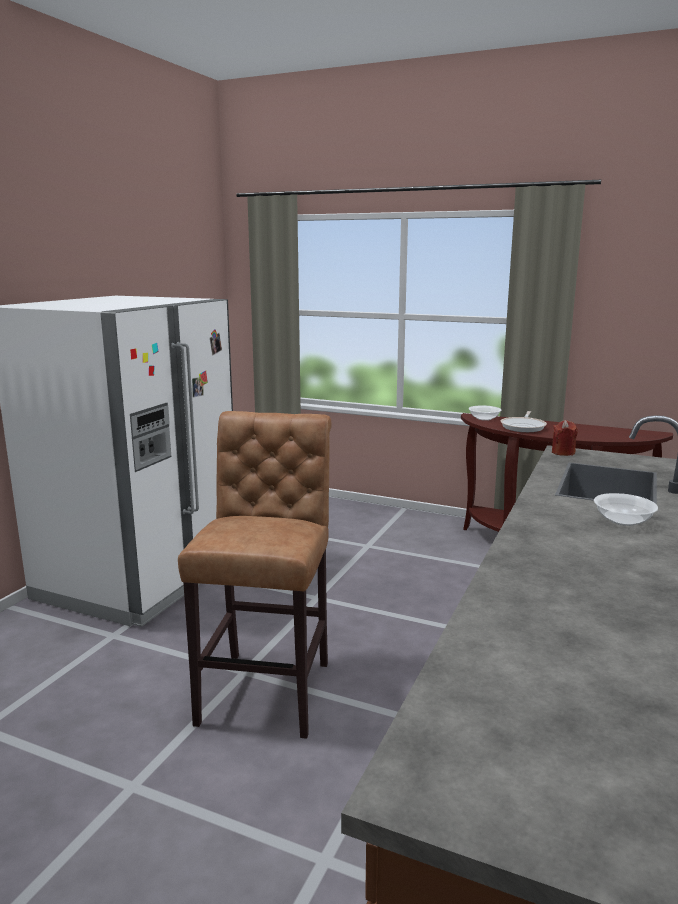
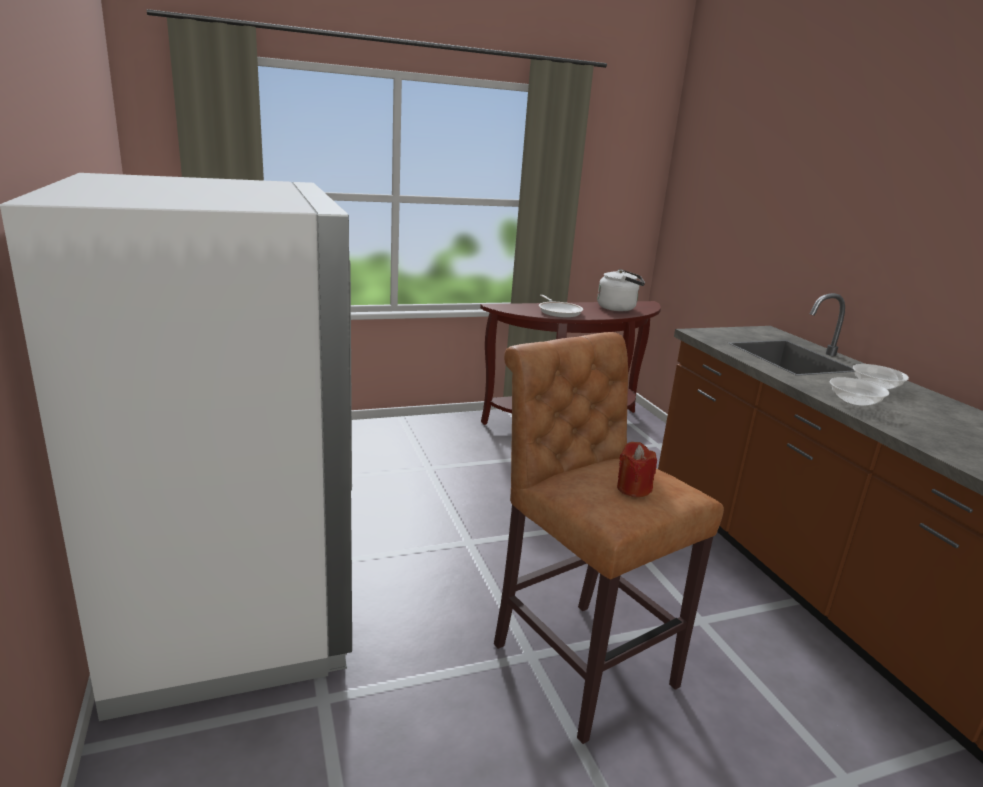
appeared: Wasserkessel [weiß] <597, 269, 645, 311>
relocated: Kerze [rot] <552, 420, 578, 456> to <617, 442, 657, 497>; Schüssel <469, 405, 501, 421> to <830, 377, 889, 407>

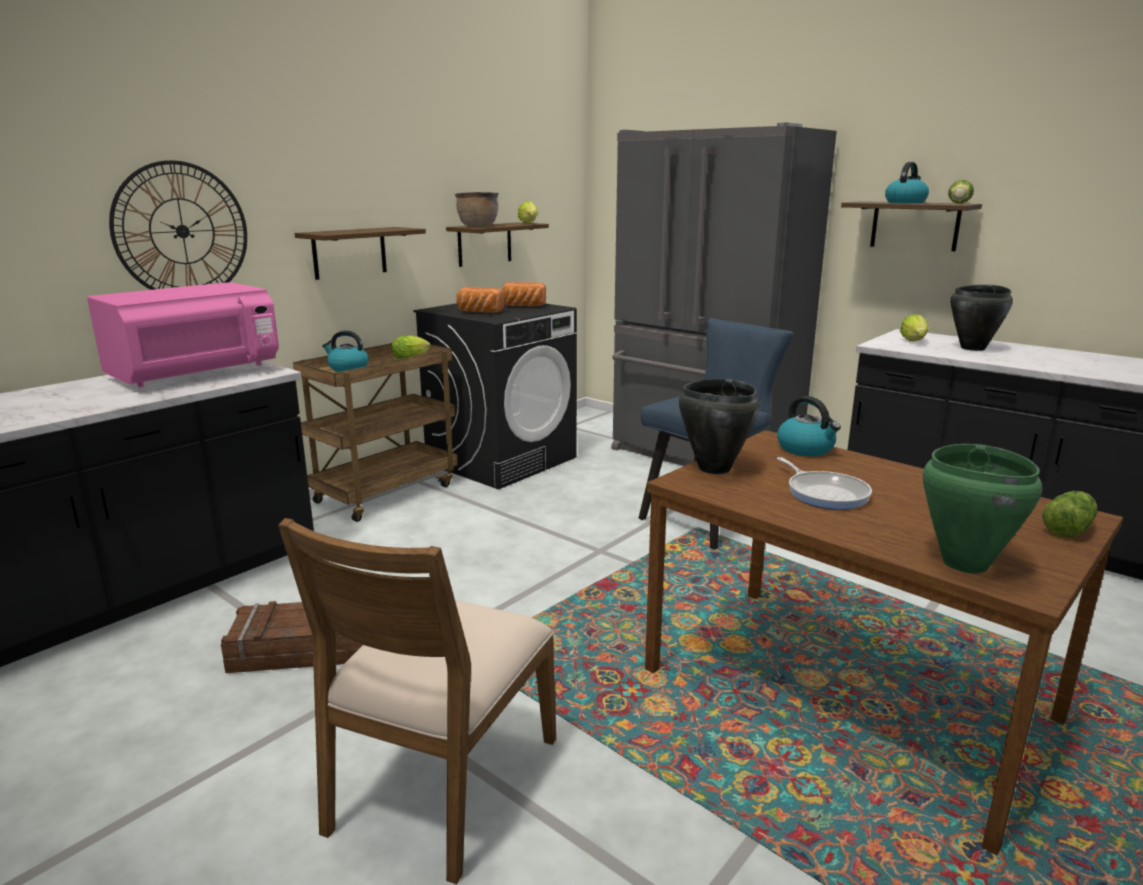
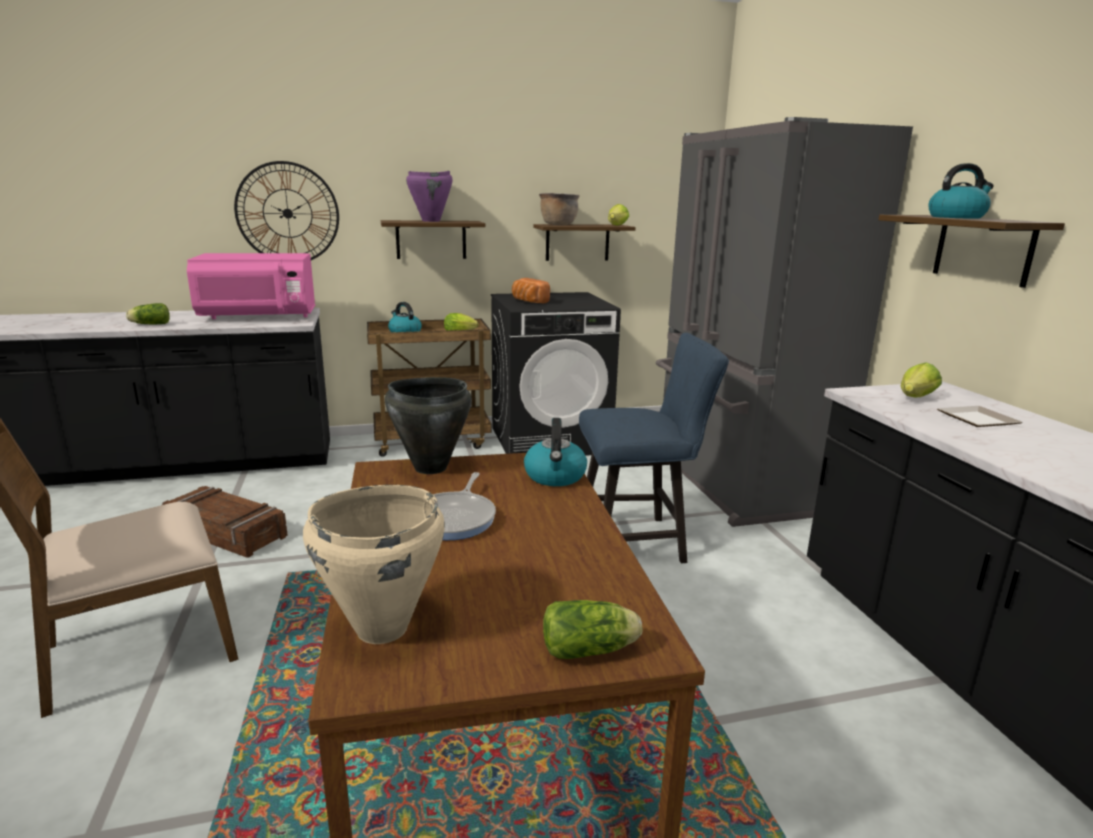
missing: Brot <502, 282, 546, 306>
appeared: Kochtopf [lila] <406, 171, 453, 222>
relocated: Salatkopf <948, 180, 974, 204> to <126, 303, 170, 325>
exchanged: Kochtopf [schwarz] <951, 285, 1013, 351> to Teller <937, 406, 1022, 427>
colour: Kochtopf [grün] <923, 444, 1042, 573> to Kochtopf [beige] <303, 485, 445, 644>

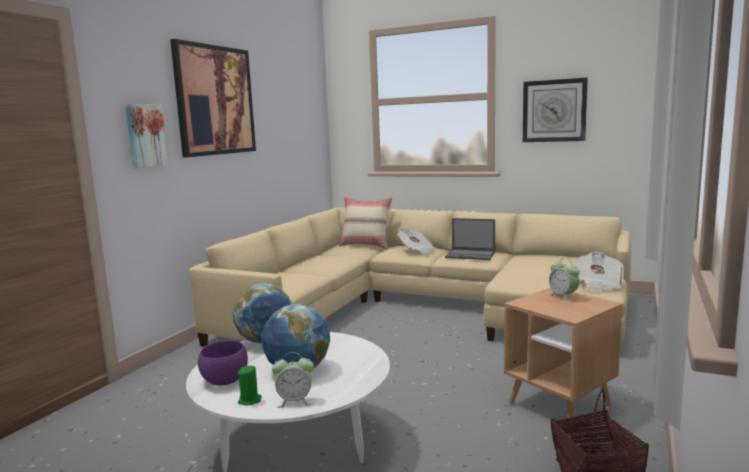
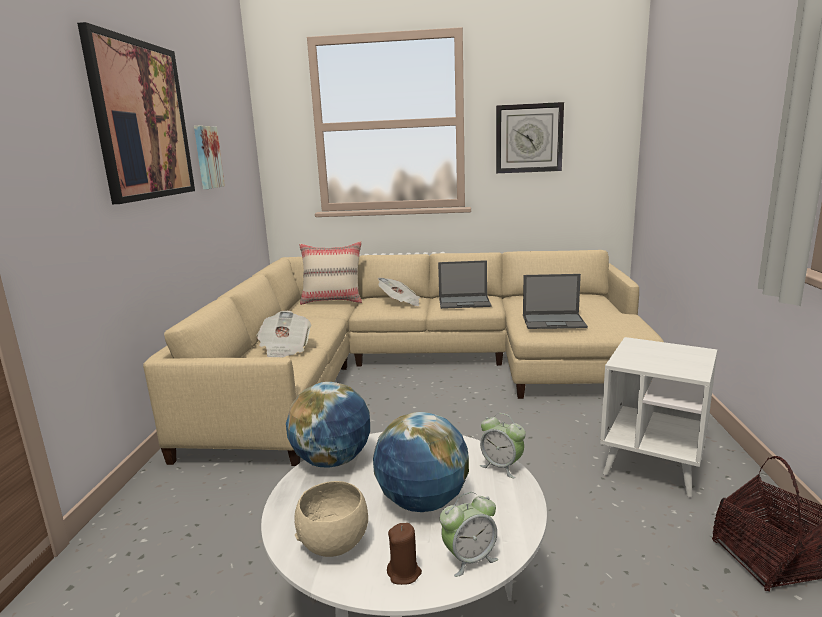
appeared: Laptop <523, 274, 588, 329>
relocated: Bild <125, 104, 168, 168> to <194, 126, 225, 189>; Zeitung <576, 252, 624, 292> to <257, 311, 311, 357>; Wecker <549, 258, 580, 302> to <480, 413, 526, 478>
colour: Schüssel [lila] <198, 341, 248, 386> to Schüssel [beige] <295, 481, 368, 557>; Kerze [grün] <237, 366, 262, 405> to Kerze [braun] <387, 523, 422, 585>; Beistelltisch [braun] <504, 287, 622, 424> to Beistelltisch [weiß] <600, 337, 717, 498>

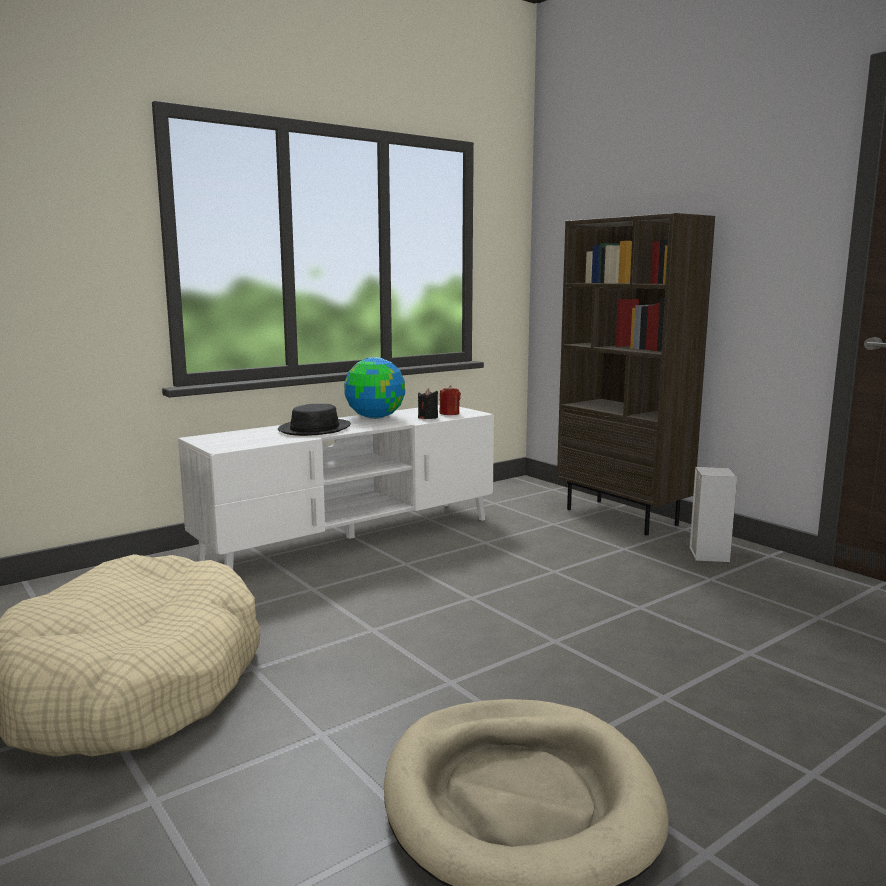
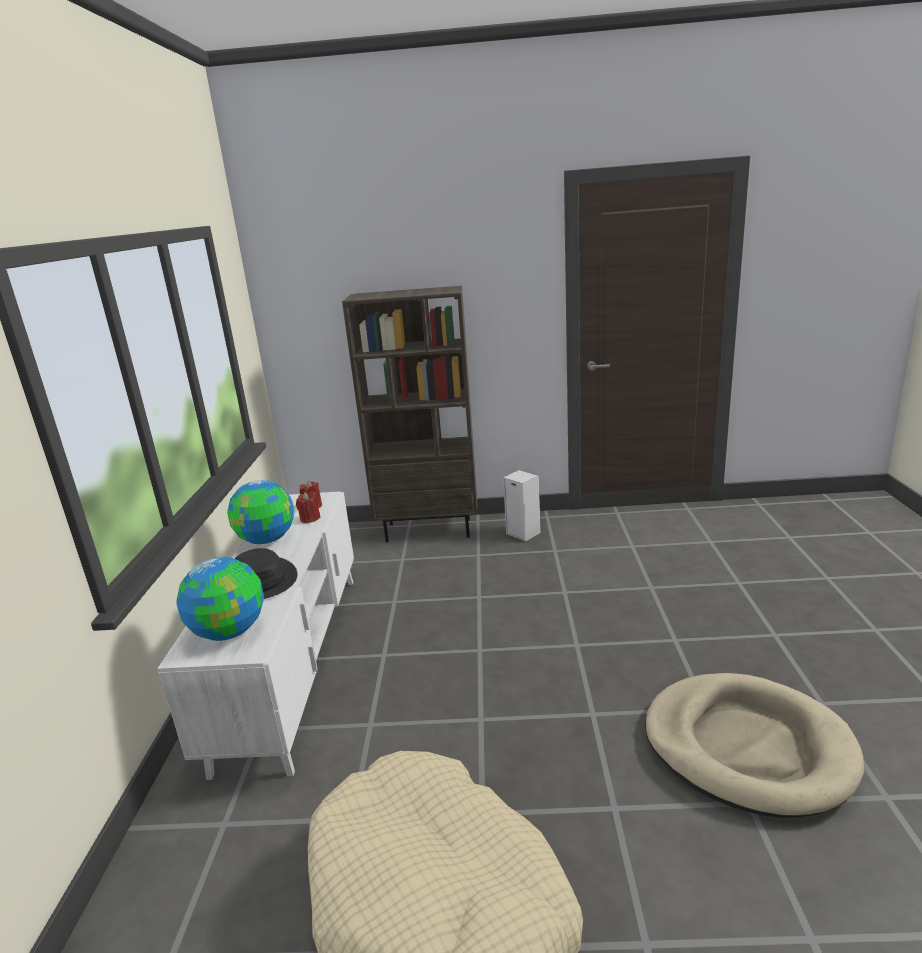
appeared: Globus <176, 557, 264, 641>
colour: Kerze [schwarz] <418, 388, 438, 419> to Kerze [rot] <296, 491, 321, 523>

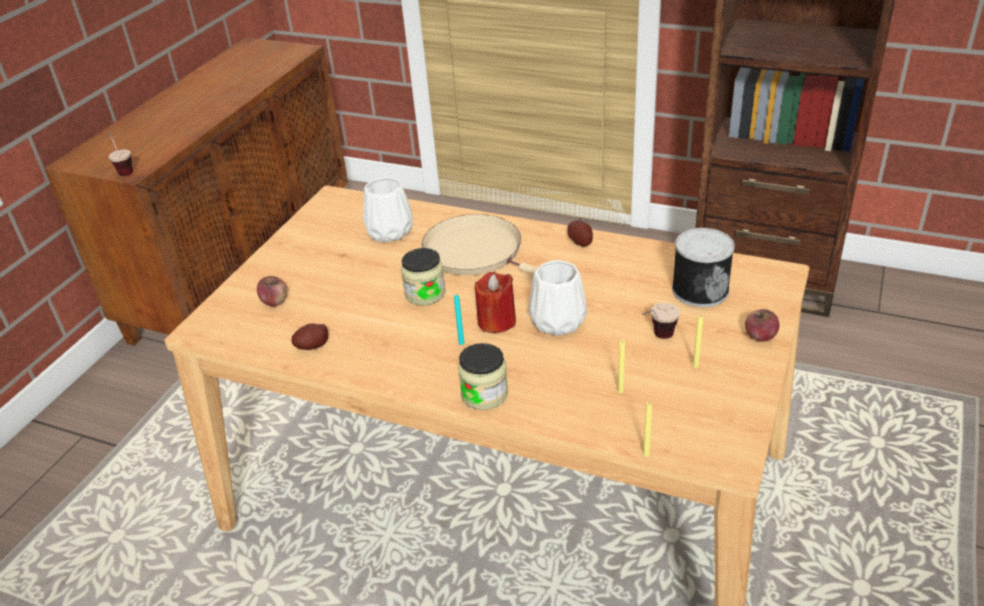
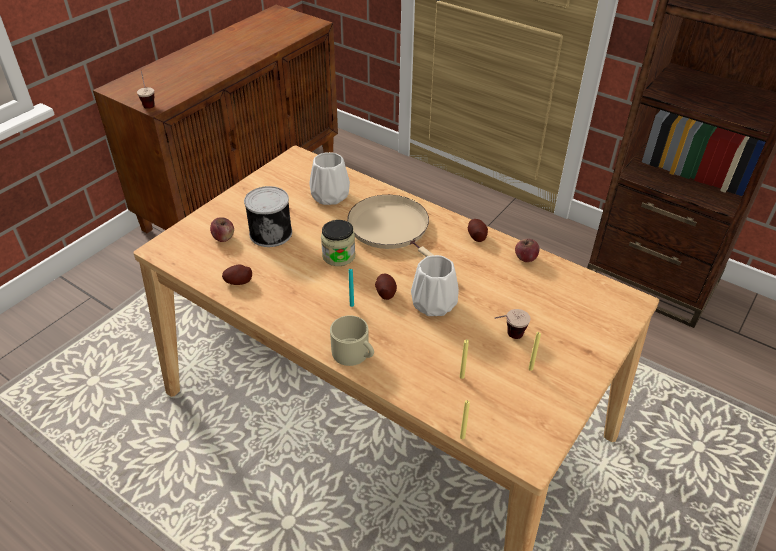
relocated: Dose <672, 228, 735, 307> to <244, 186, 292, 247>; Apfel <745, 309, 779, 342> to <515, 239, 539, 262>
exchanged: Vorratsglas <458, 343, 508, 410> to Henkelbecher [beige] <330, 315, 374, 366>; Kerze [rot] <475, 272, 516, 333> to Kartoffel <375, 273, 397, 300>

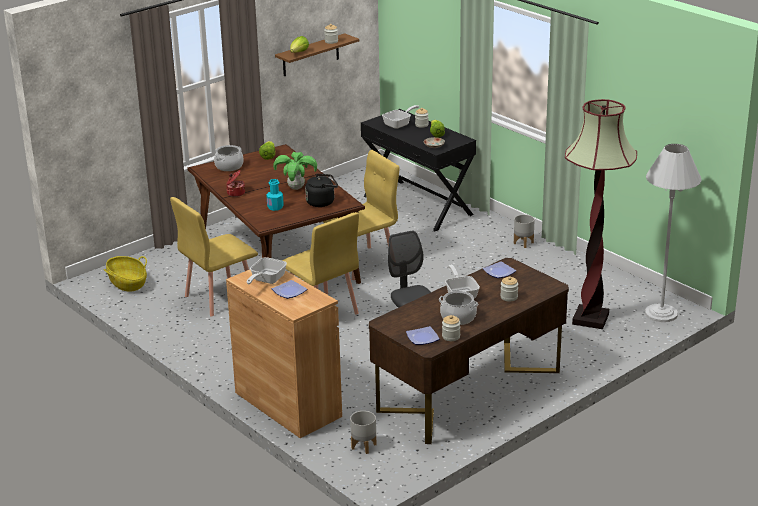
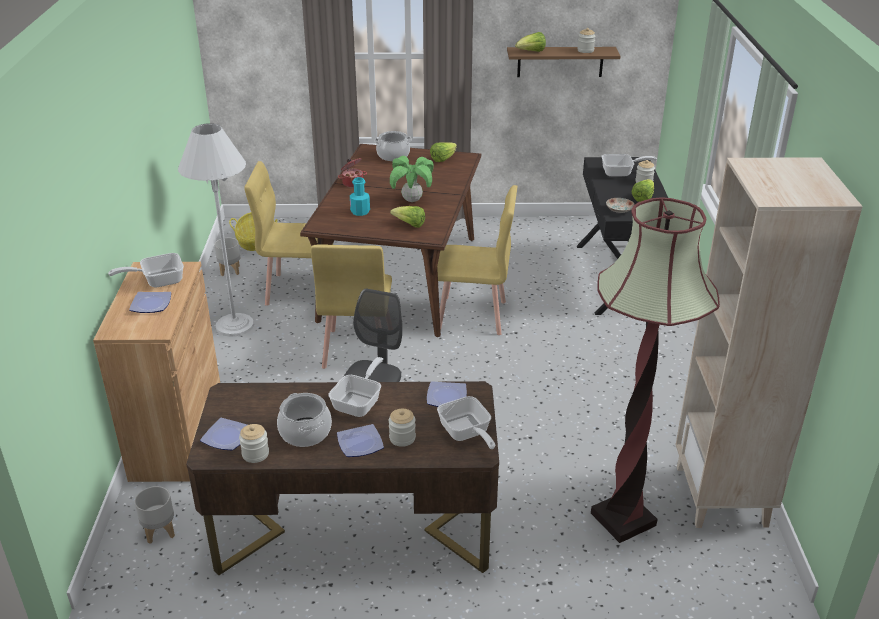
appeared: Teller <337, 424, 384, 457>; Pfanne <437, 396, 495, 449>; Bücherregal [beige] <676, 157, 863, 528>
relocated: Stehlampe [weiß] <645, 144, 701, 322> to <178, 123, 254, 336>; Pflanzkübel [grau] <514, 214, 535, 248> to <214, 238, 240, 276>
exchanged: Wasserkessel [schwarz] <305, 174, 338, 207> to Salatkopf <390, 206, 425, 228>

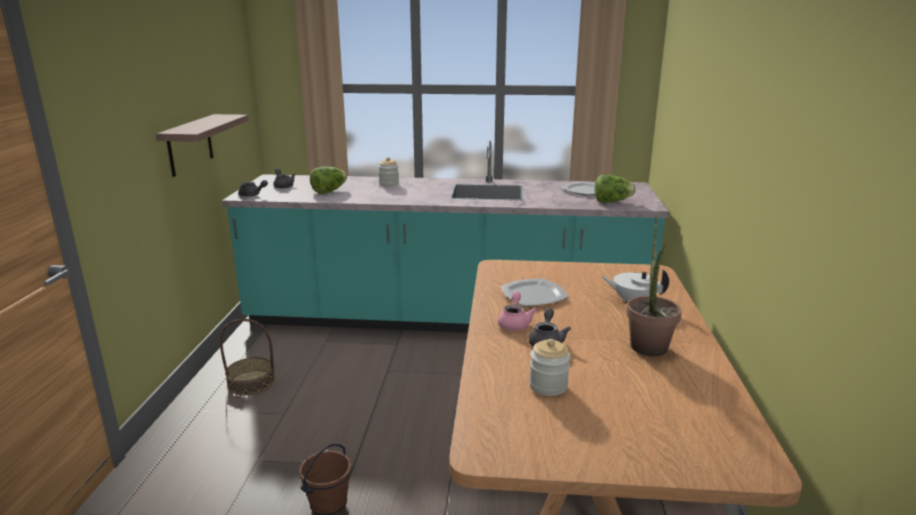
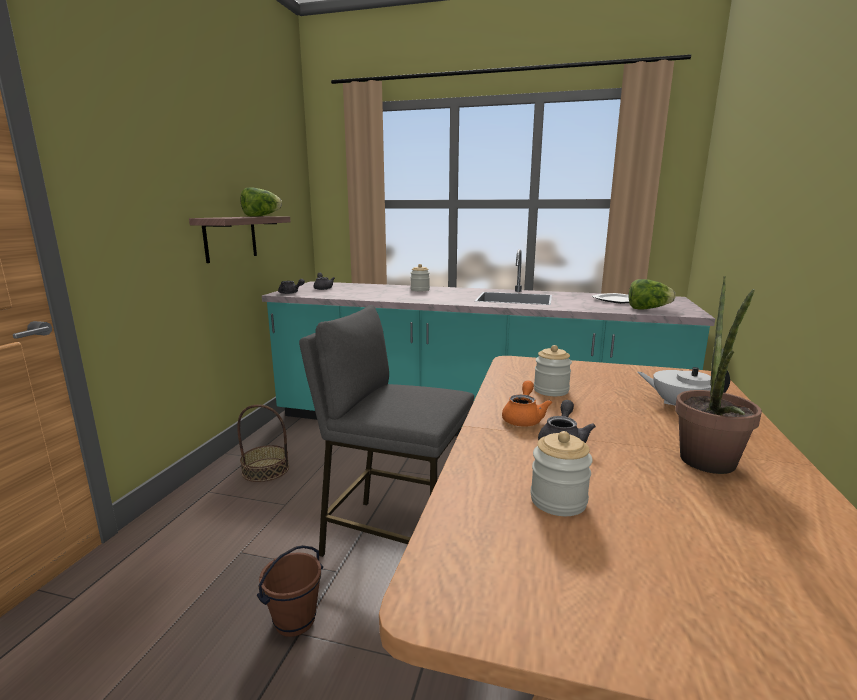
appeared: Hocker [grau] <299, 305, 474, 557>
relocated: Salatkopf <310, 166, 347, 194> to <240, 188, 282, 217>
exchanged: Teller <501, 278, 569, 306> to Vorratsglas <534, 345, 572, 396>
colour: Teekanne [rosa] <498, 292, 537, 331> to Teekanne [orange] <502, 380, 552, 427>

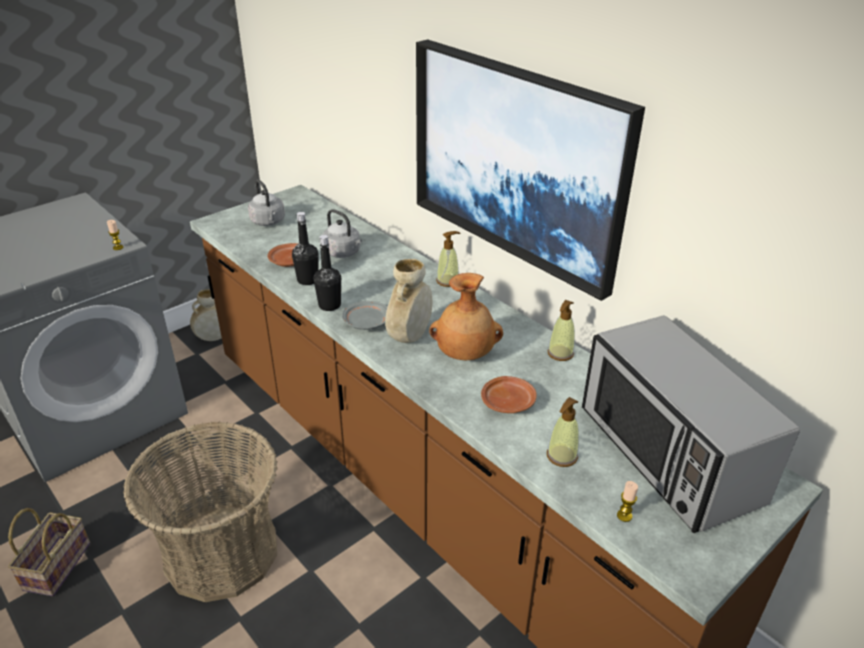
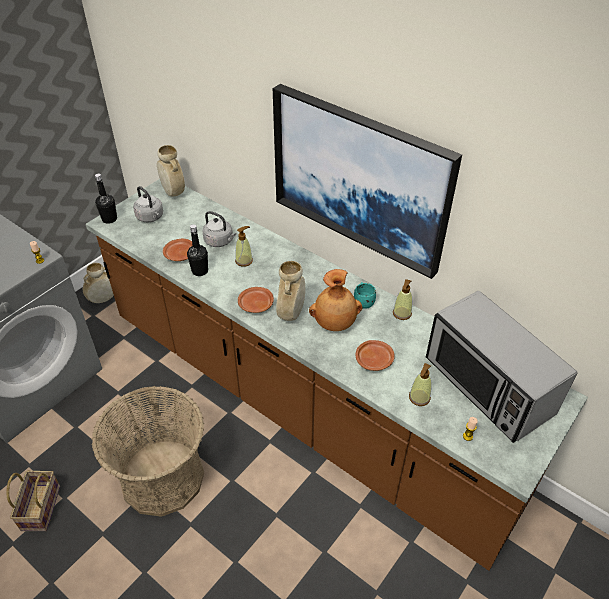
appeared: Vase [beige] <157, 145, 185, 196>; Henkelbecher [türkis] <354, 282, 376, 309>
relocated: Flasche [schwarz] <313, 235, 341, 311> to <95, 174, 117, 224>; Seifenspender <436, 231, 461, 287> to <235, 226, 253, 267>
colour: Teller [grau] <342, 301, 387, 330> to Teller [braun] <238, 287, 274, 313>

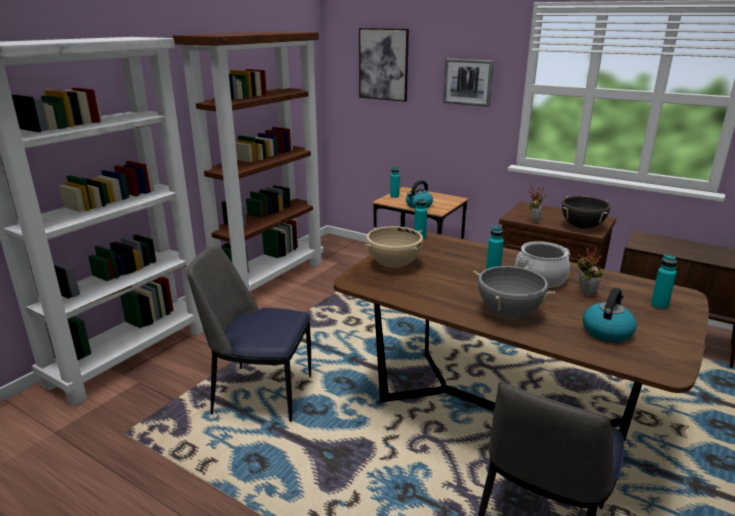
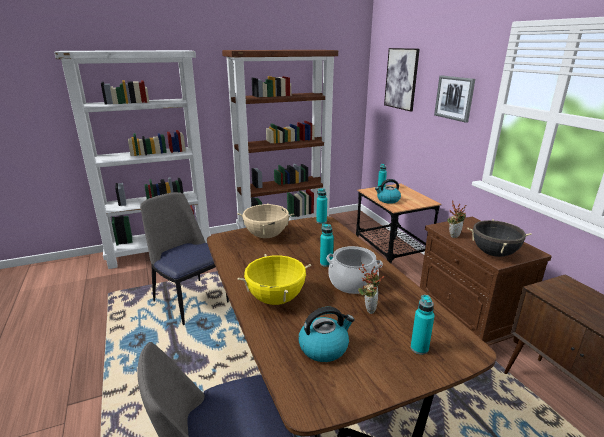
colour: Kochtopf [grau] <473, 266, 555, 318> to Kochtopf [gelb] <237, 254, 311, 305>

